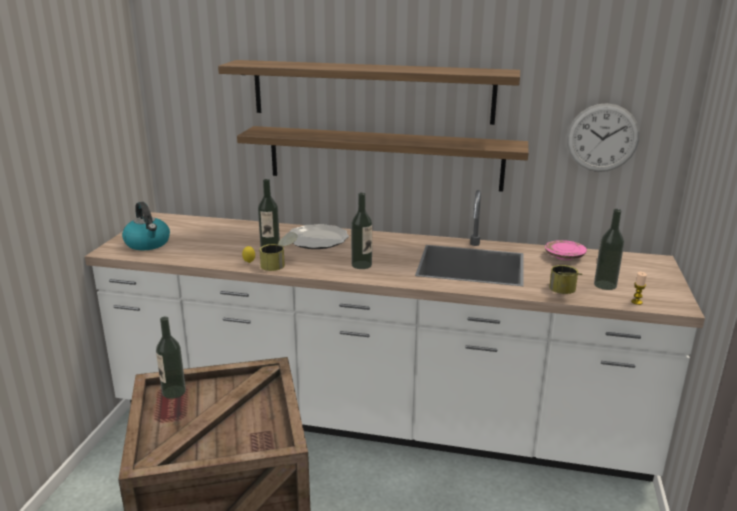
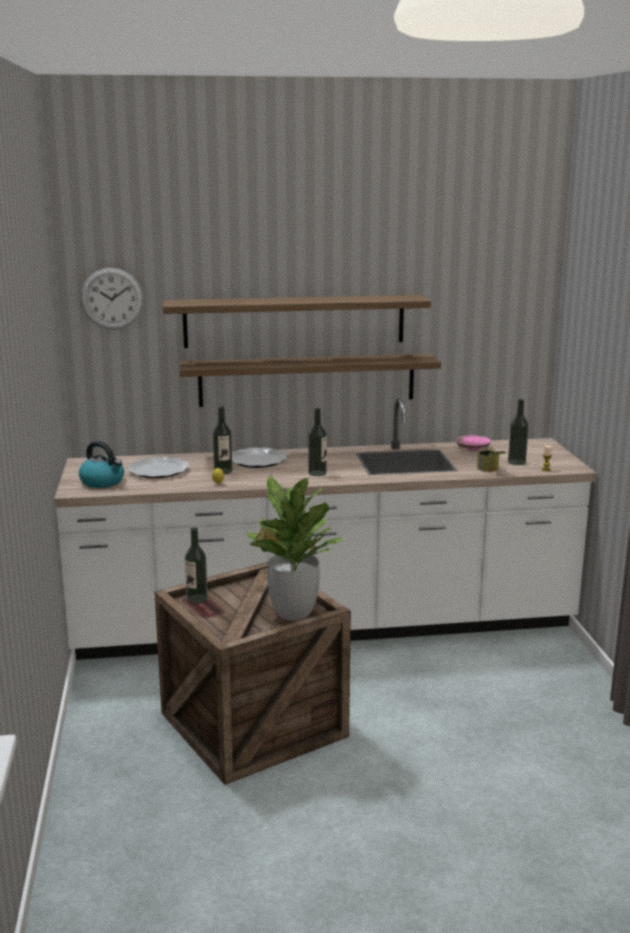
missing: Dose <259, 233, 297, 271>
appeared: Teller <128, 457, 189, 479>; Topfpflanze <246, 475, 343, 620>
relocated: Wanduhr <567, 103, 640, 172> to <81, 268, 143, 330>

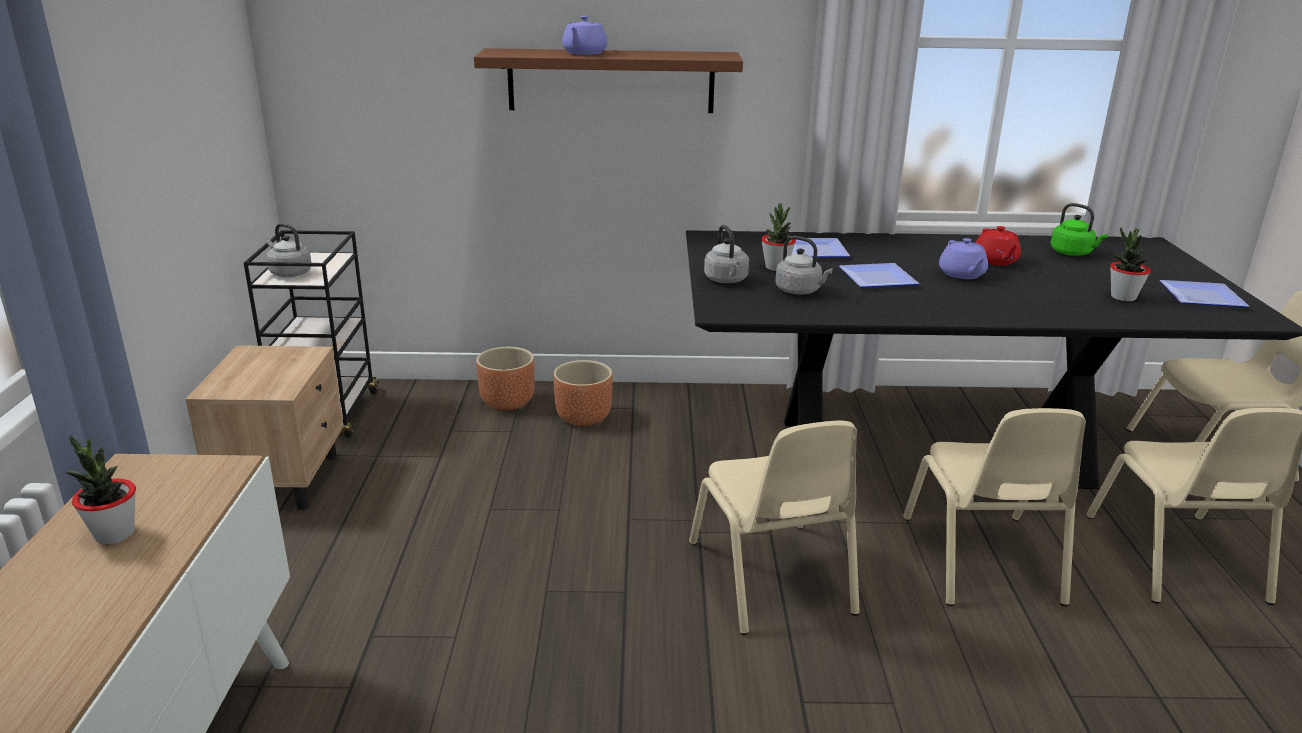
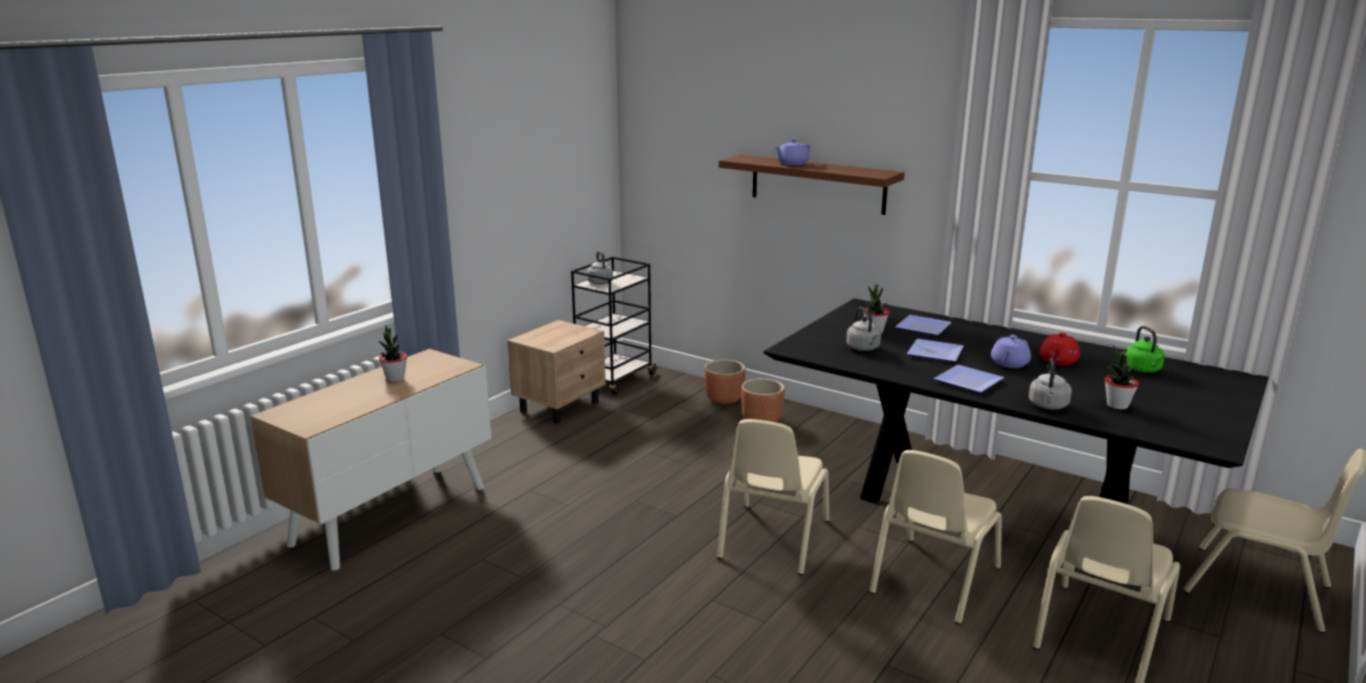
relocated: Teller <1159, 280, 1249, 307> to <934, 365, 1005, 393>; Wasserkessel [grau] <704, 225, 749, 283> to <1029, 358, 1072, 410>

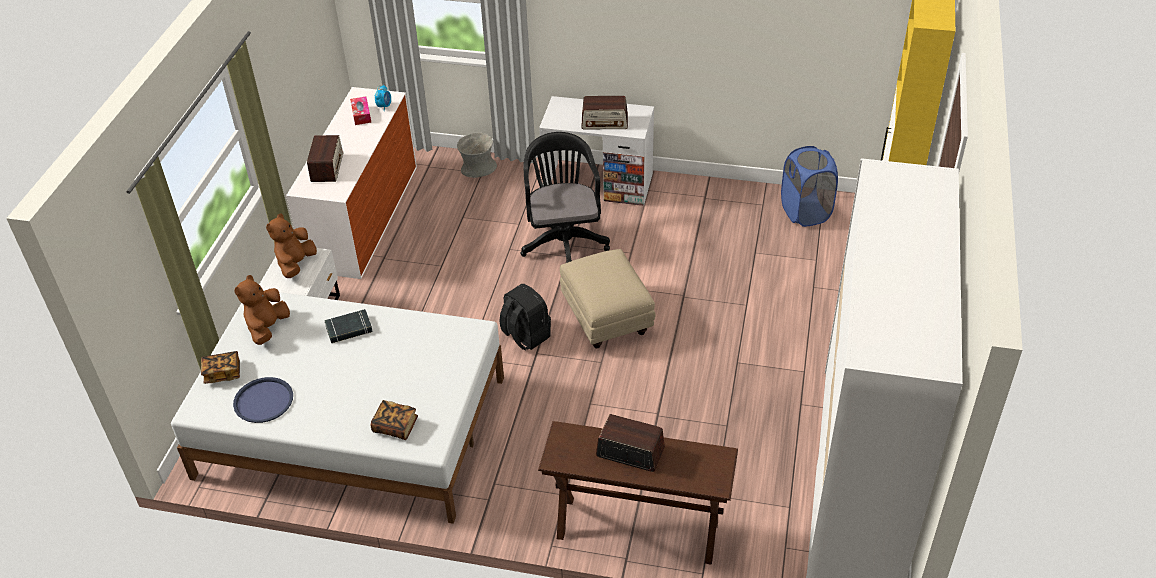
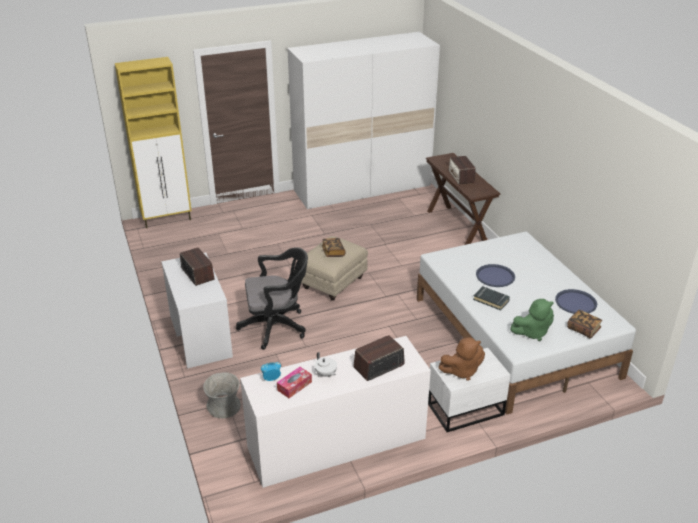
missing: Rucksack [schwarz] <499, 284, 551, 351>; Wäschekorb [blau] <781, 146, 838, 227>
appeared: Teekanne [weiß] <314, 352, 337, 377>; Tablett [blau] <476, 264, 515, 287>
relocated: Buch <371, 400, 418, 440> to <322, 238, 345, 257>
colour: Plüschtier [braun] <234, 275, 290, 345> to Plüschtier [grün] <510, 299, 554, 341>
spun: Bürostuhl [schwarz] <520, 132, 610, 263> = <236, 247, 308, 350> 150 degrees counterclockwise

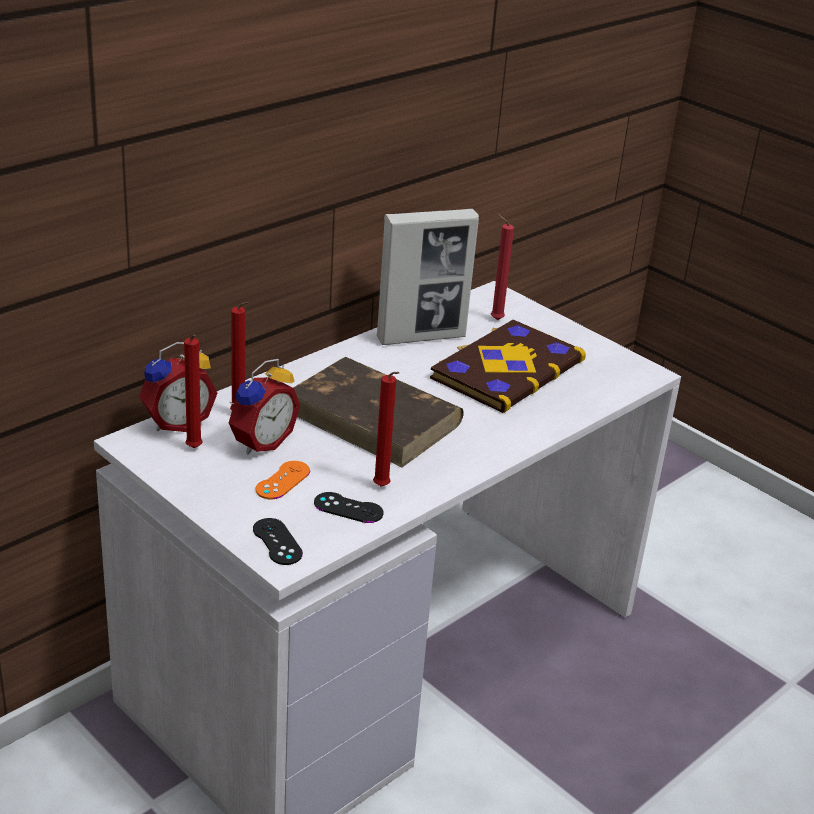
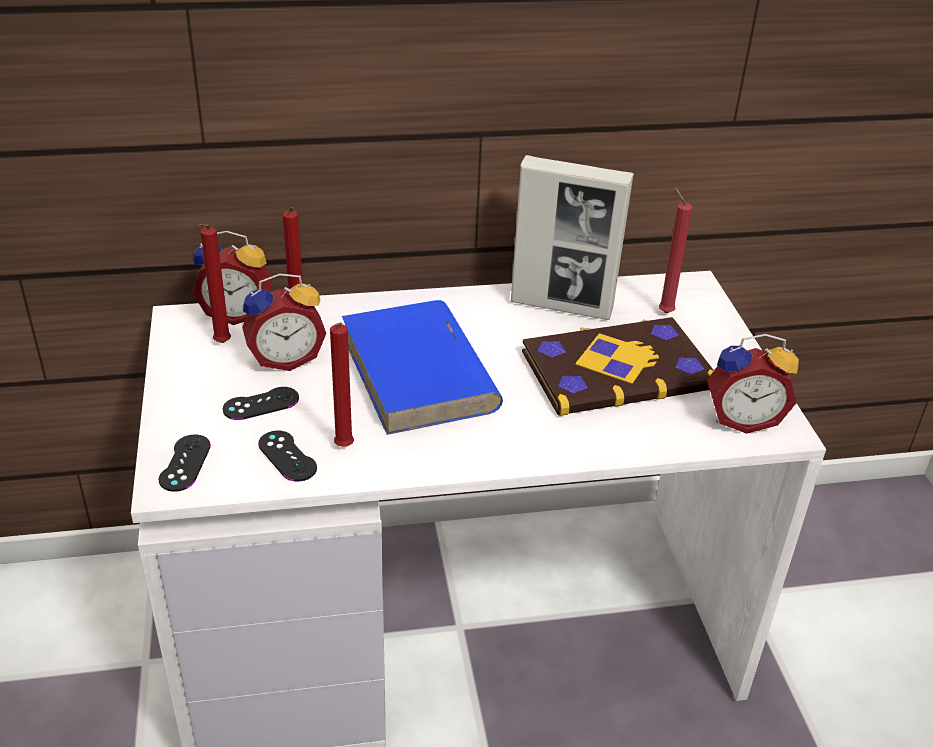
appeared: Wecker <707, 334, 799, 434>
colour: Gamepad [orange] <256, 461, 310, 499> to Gamepad [schwarz] <223, 387, 299, 420>; Buch [braun] <293, 357, 464, 467> to Buch [blau] <342, 300, 503, 435>

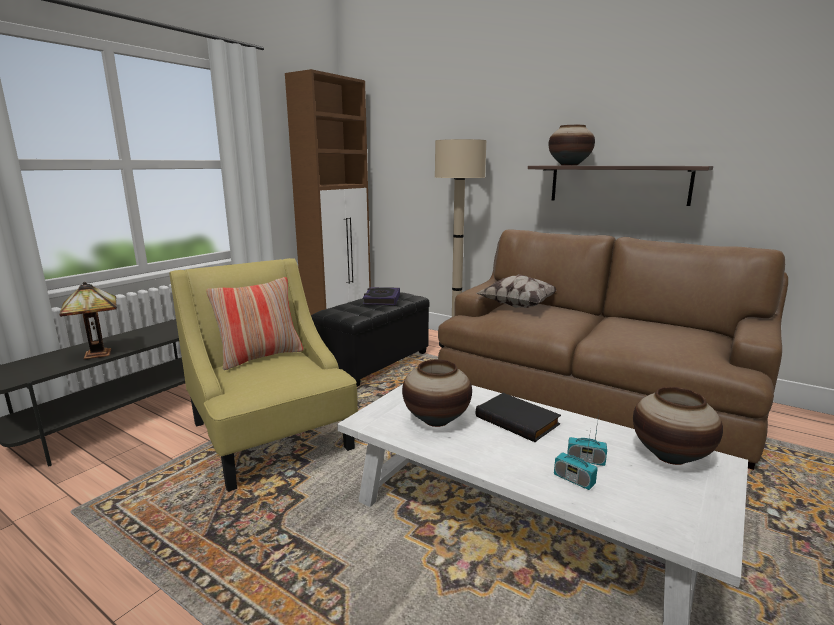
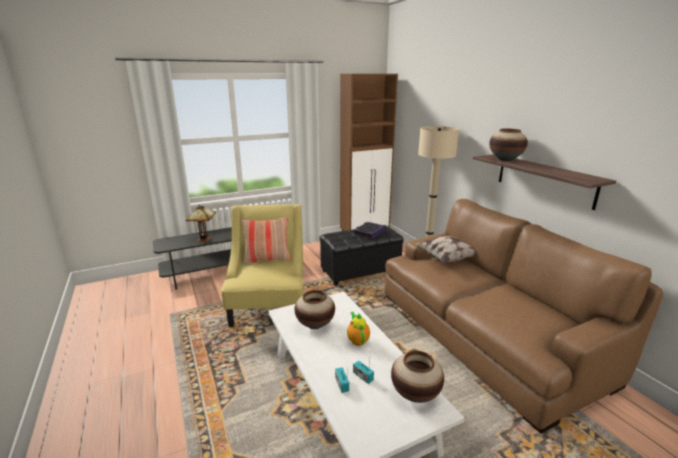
exchanged: Buch [schwarz] <476, 393, 561, 442> to Teekanne <347, 312, 370, 346>

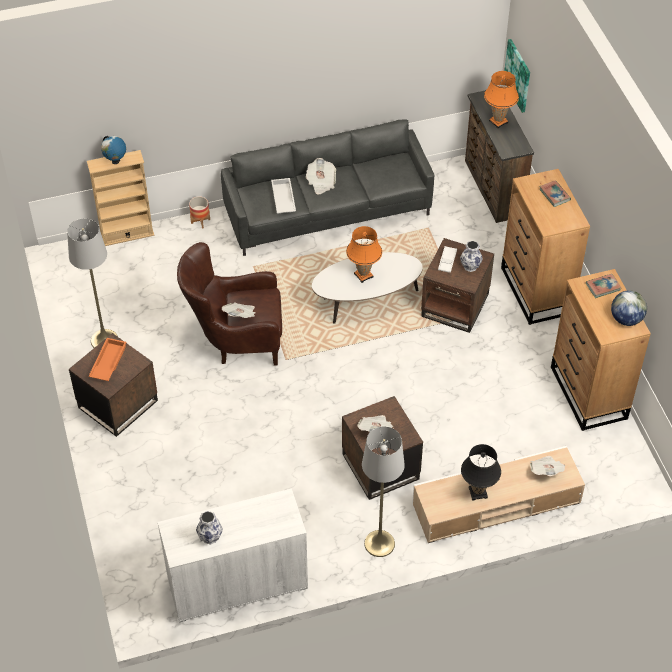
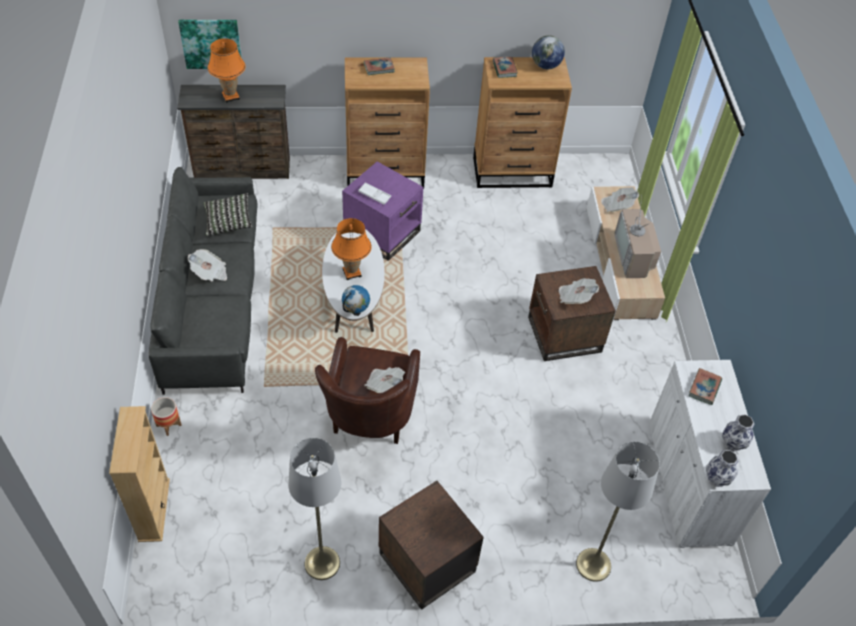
missing: Tablett [orange] <88, 338, 127, 381>; Tablett [weiß] <271, 178, 296, 213>
appeared: Kissen <203, 193, 252, 236>; Buch <689, 368, 722, 405>
relocated: Globus <101, 136, 126, 164> to <342, 285, 370, 316>; Stehlampe [grau] <362, 426, 405, 557> to <576, 442, 660, 582>; Vase <460, 241, 483, 272> to <706, 450, 739, 487>
exchanged: Tischlampe [schwarz] <461, 444, 501, 501> to Fernseher <614, 204, 661, 278>
colour: Beistelltisch [braun] <421, 238, 494, 333> to Beistelltisch [lila] <342, 161, 423, 261>

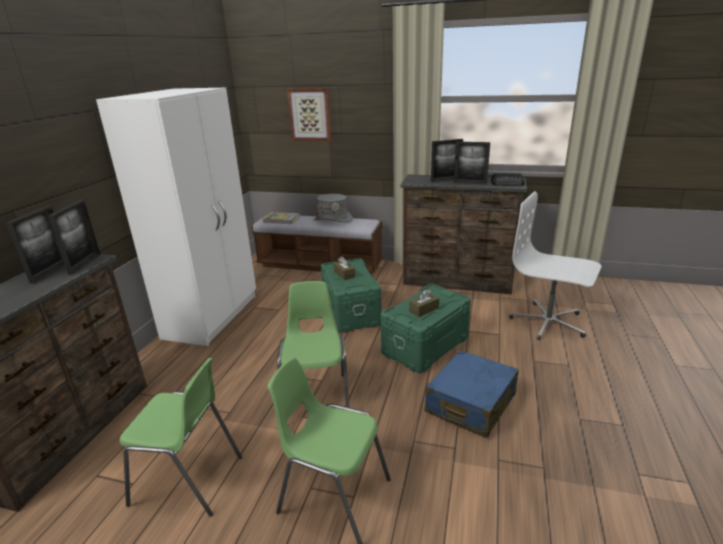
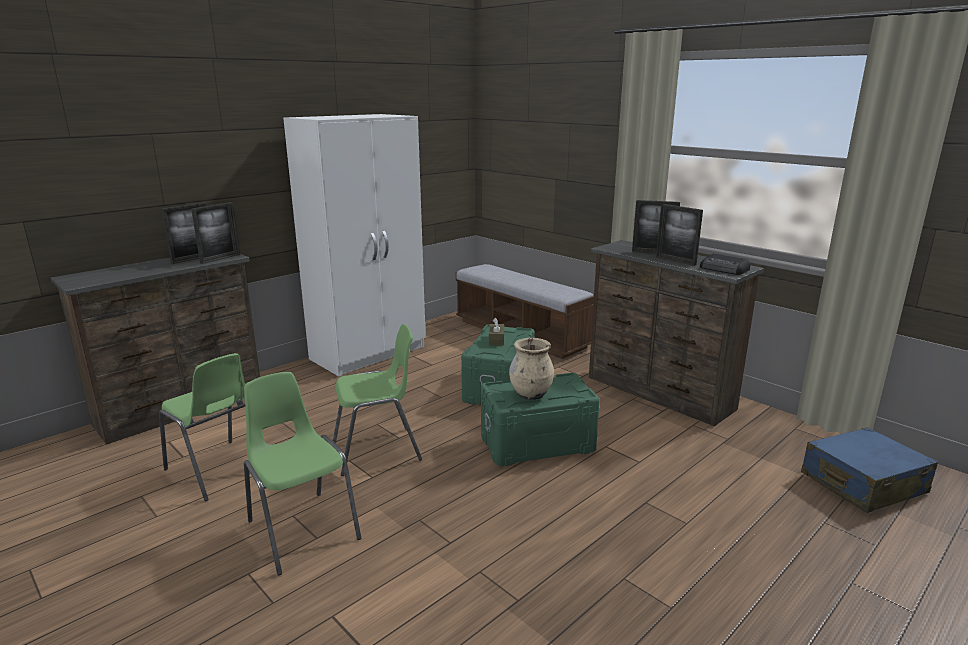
missing: Buch <262, 212, 300, 224>; Bild <287, 88, 331, 141>; Hut [grau] <313, 194, 353, 223>; Bürostuhl [weiß] <509, 191, 601, 340>
relocated: Koffer [blau] <425, 350, 519, 438> to <801, 427, 938, 513>
exchanged: Taschentuchbox [braun] <409, 289, 439, 317> to Vase [beige] <509, 338, 554, 400>
spun: Stuhl [grün] <277, 281, 349, 407> = <333, 324, 422, 476> 45 degrees clockwise

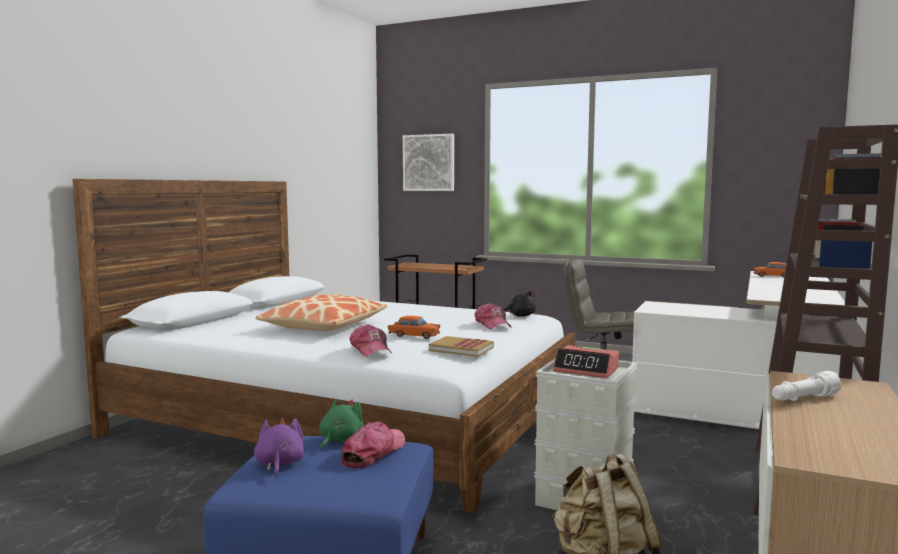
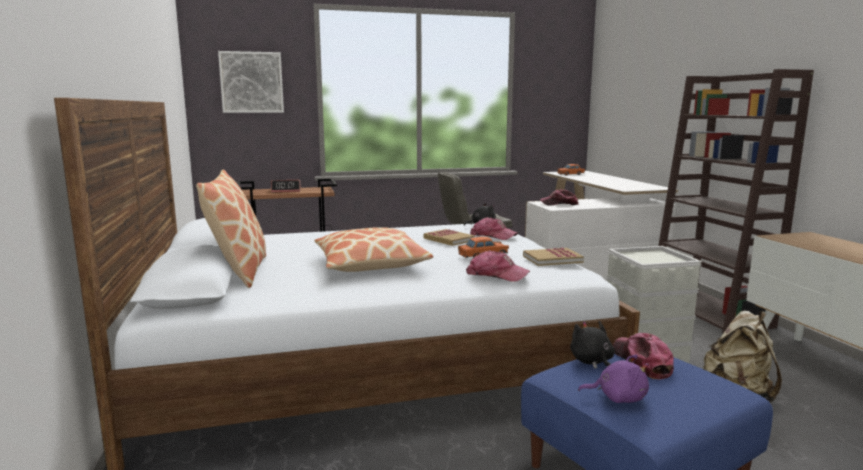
missing: Taschenlampe [weiß] <772, 371, 842, 401>
appeared: Kissen <196, 170, 266, 288>; Buch <423, 229, 475, 246>; Kappe <540, 189, 579, 206>
relocated: Wecker <553, 345, 619, 378> to <271, 180, 301, 193>
colour: Plüschtier [grün] <319, 399, 364, 450> to Plüschtier [schwarz] <570, 321, 615, 368>
spun: Plüschtier [lila] <254, 418, 304, 477> = <578, 355, 649, 403> 150 degrees clockwise

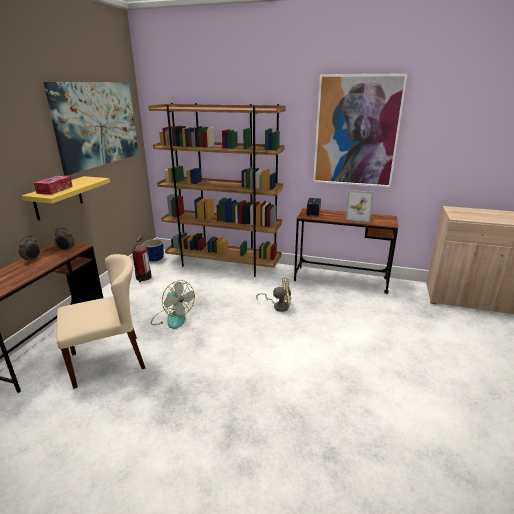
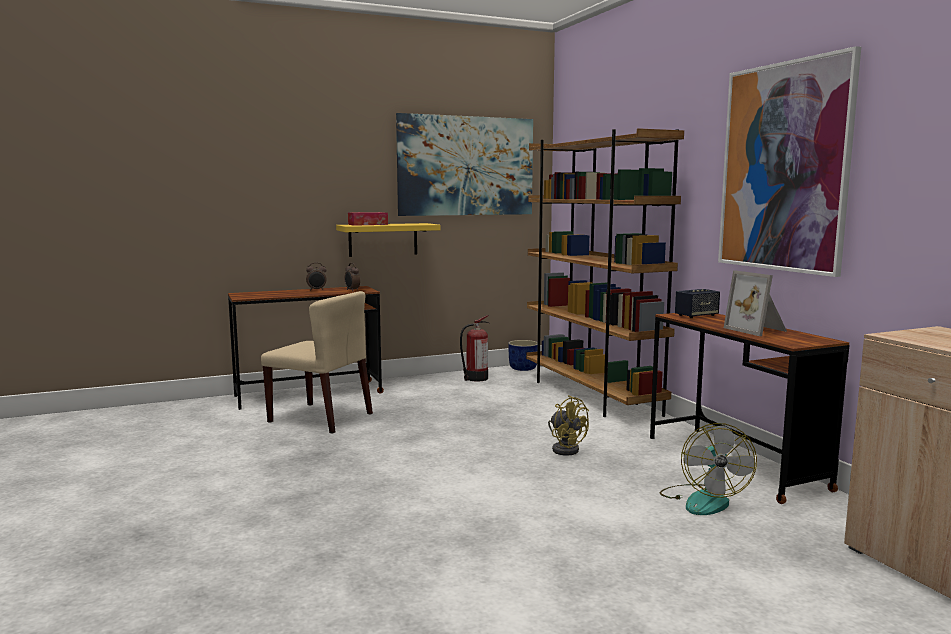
relocated: Ventilator <151, 280, 195, 329> to <660, 423, 757, 515>

